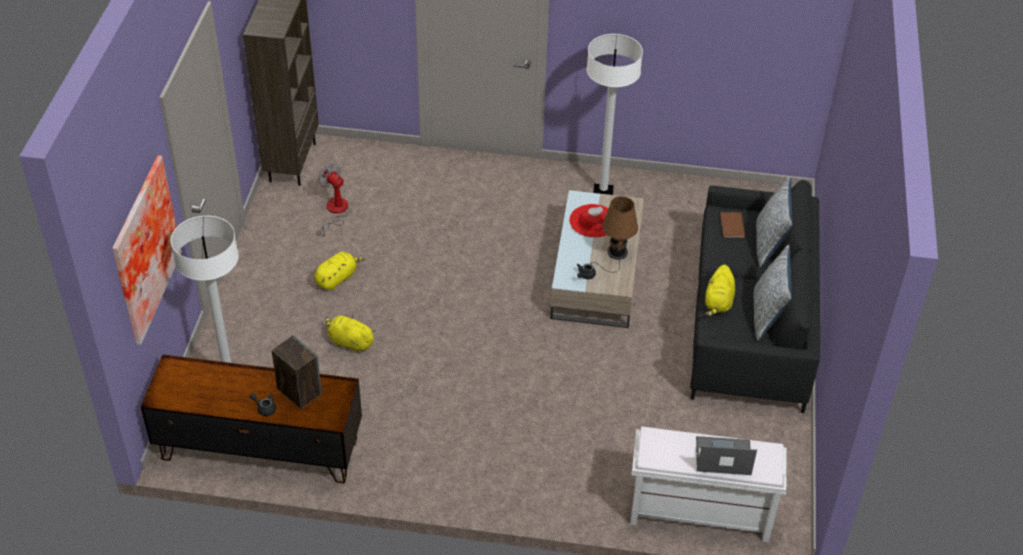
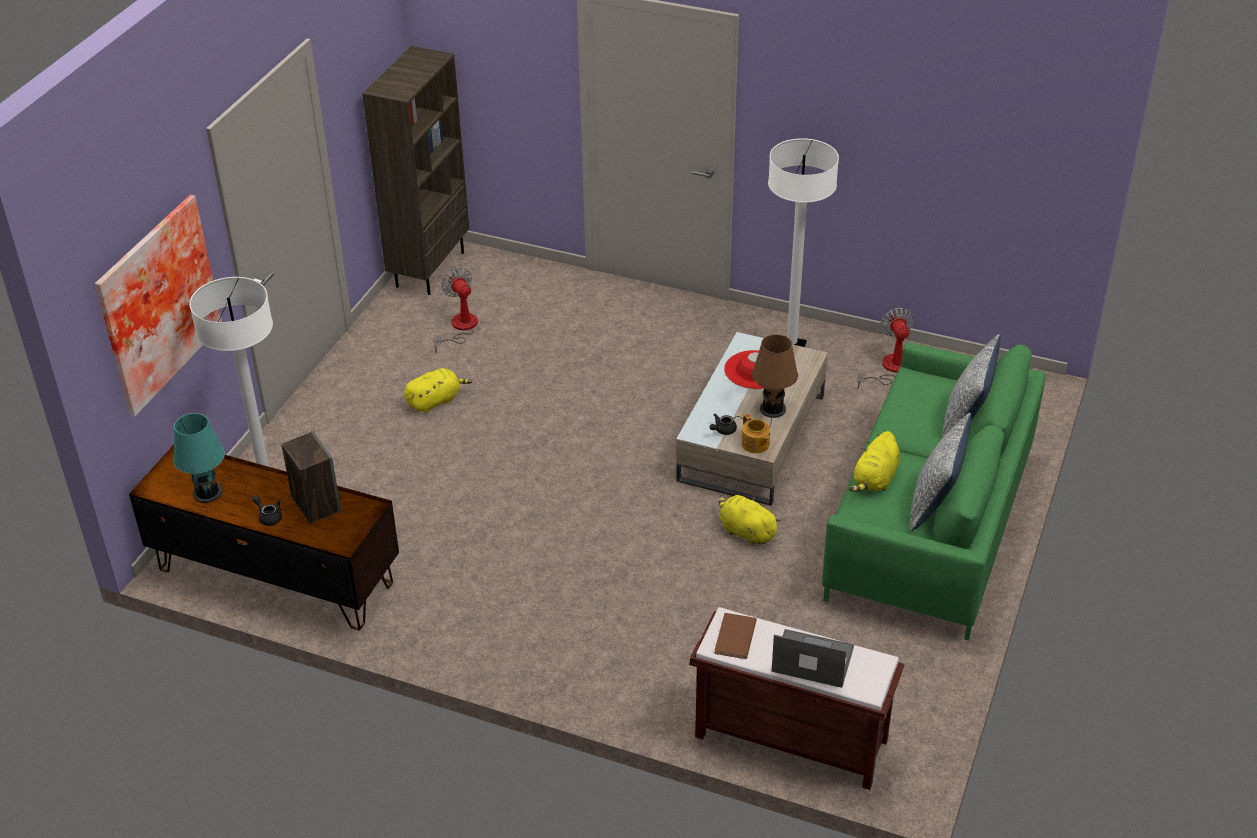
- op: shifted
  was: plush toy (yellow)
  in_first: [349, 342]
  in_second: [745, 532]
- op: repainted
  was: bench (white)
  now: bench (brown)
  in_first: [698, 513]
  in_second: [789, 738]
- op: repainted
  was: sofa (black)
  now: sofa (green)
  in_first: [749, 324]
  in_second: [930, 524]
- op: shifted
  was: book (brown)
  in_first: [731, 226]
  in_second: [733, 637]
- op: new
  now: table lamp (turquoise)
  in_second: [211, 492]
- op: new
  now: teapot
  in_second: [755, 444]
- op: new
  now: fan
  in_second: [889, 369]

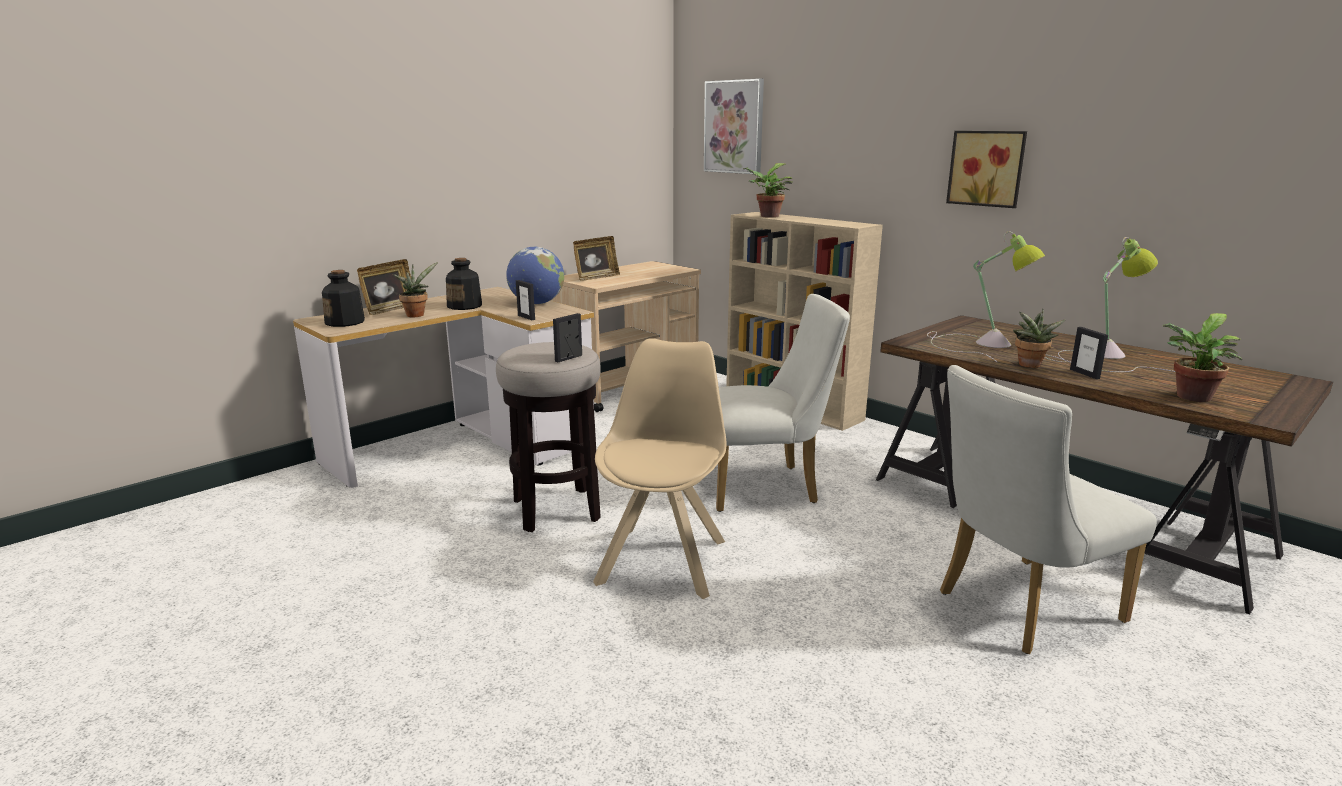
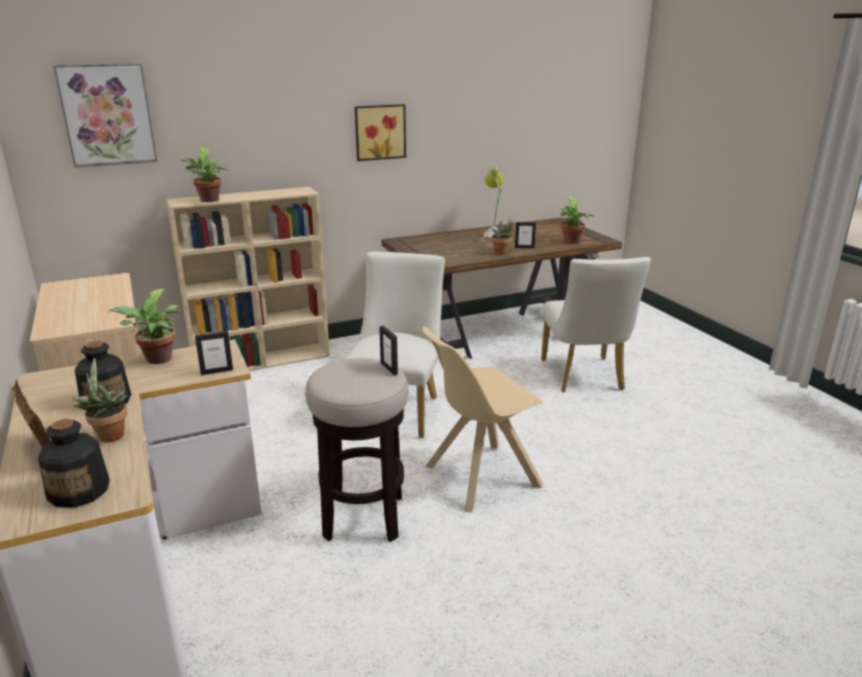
- op: swapped
  was: globe
  now: potted plant
  in_first: [537, 303]
  in_second: [156, 360]
- op: gone
  was: picture frame
  in_first: [596, 277]
- op: rotated
  was: chair (beige)
  in_first: [663, 559]
  in_second: [479, 477]
  clockwise: -60
- op: gone
  was: table lamp
  in_first: [979, 343]

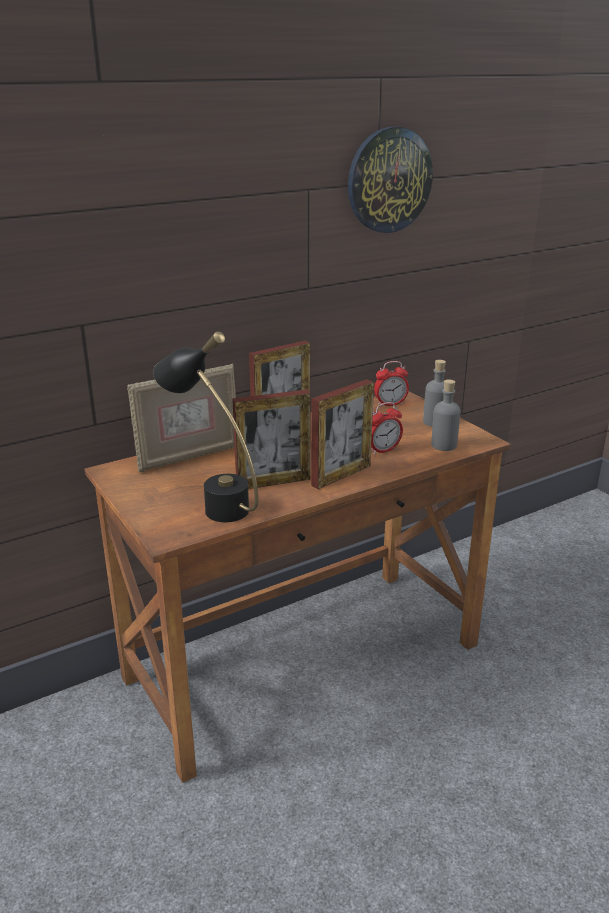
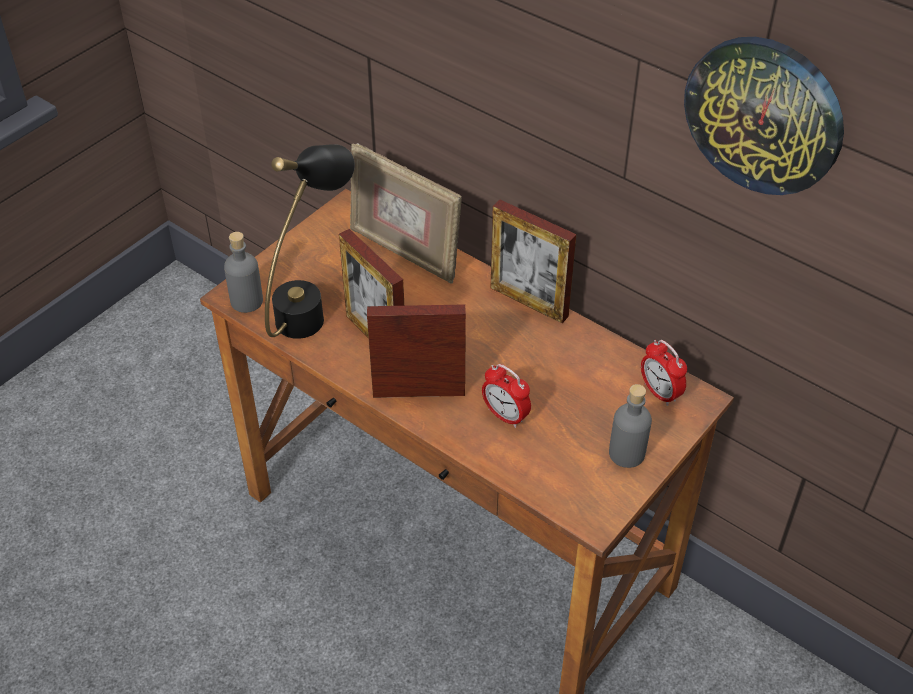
- op: rotated
  was: picture frame
  in_first: [341, 475]
  in_second: [419, 392]
  clockwise: 150
- op: shifted
  was: bottle (grey)
  in_first: [444, 445]
  in_second: [247, 301]

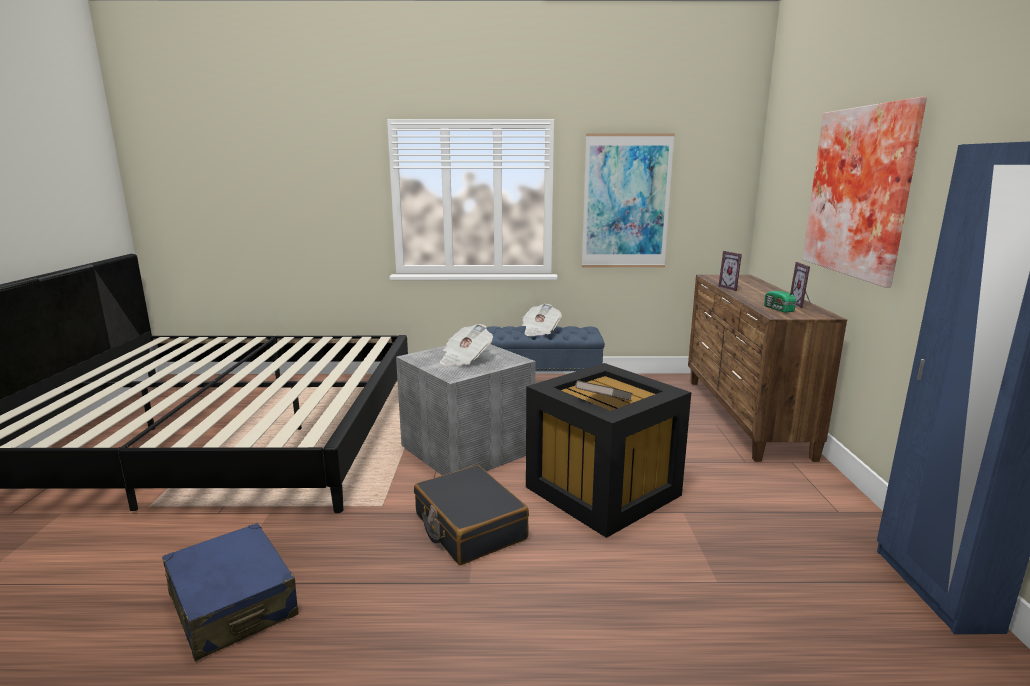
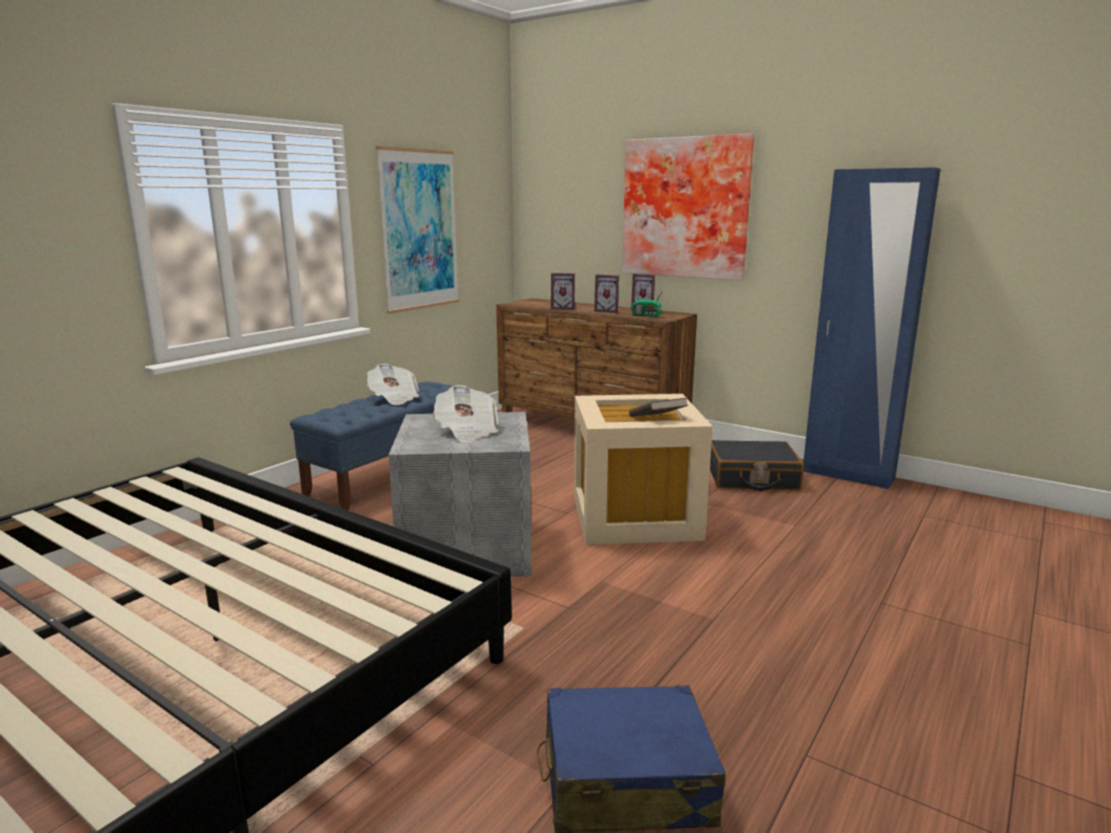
- op: shifted
  was: suitcase (black)
  in_first: [469, 527]
  in_second: [752, 478]
- op: repainted
  was: storage box (black)
  now: storage box (beige)
  in_first: [602, 492]
  in_second: [637, 518]
- op: new
  now: picture frame
  in_second: [608, 311]

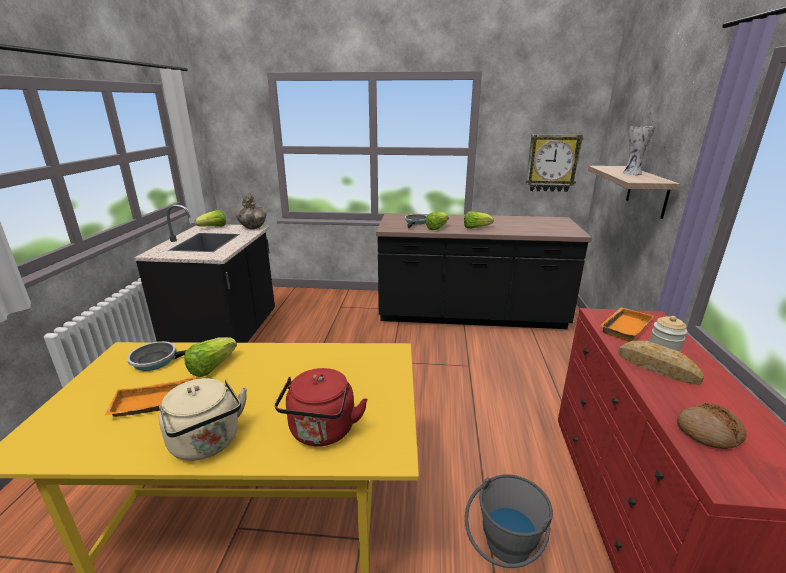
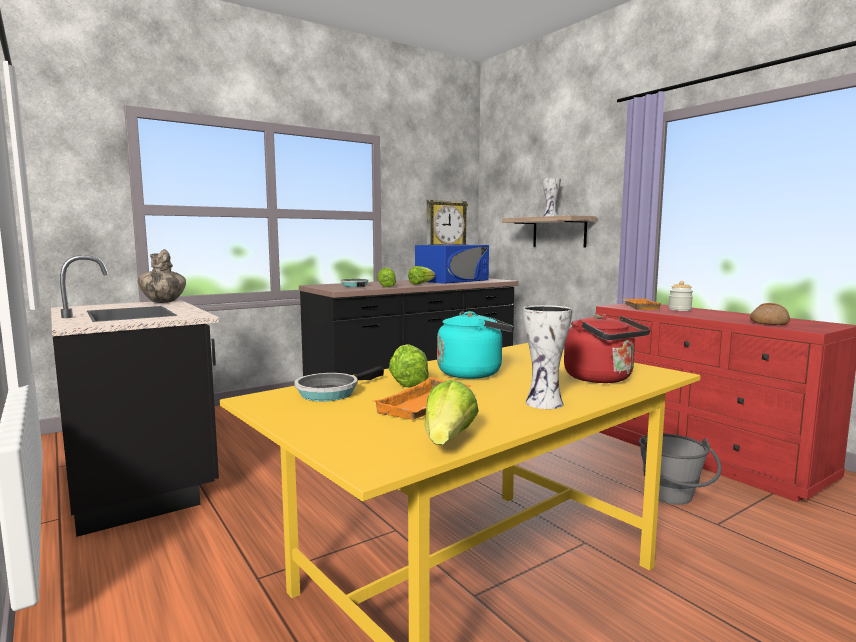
- op: swapped
  was: kettle (beige)
  now: vase
  in_first: [207, 443]
  in_second: [545, 403]
- op: shifted
  was: lettuce
  in_first: [213, 227]
  in_second: [448, 440]
- op: gone
  was: bread
  in_first: [657, 367]
- op: new
  now: microwave (blue)
  in_second: [452, 280]
- op: new
  now: kettle (turquoise)
  in_second: [473, 373]

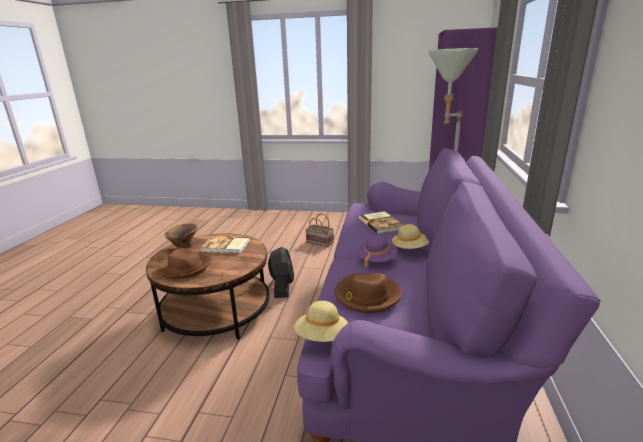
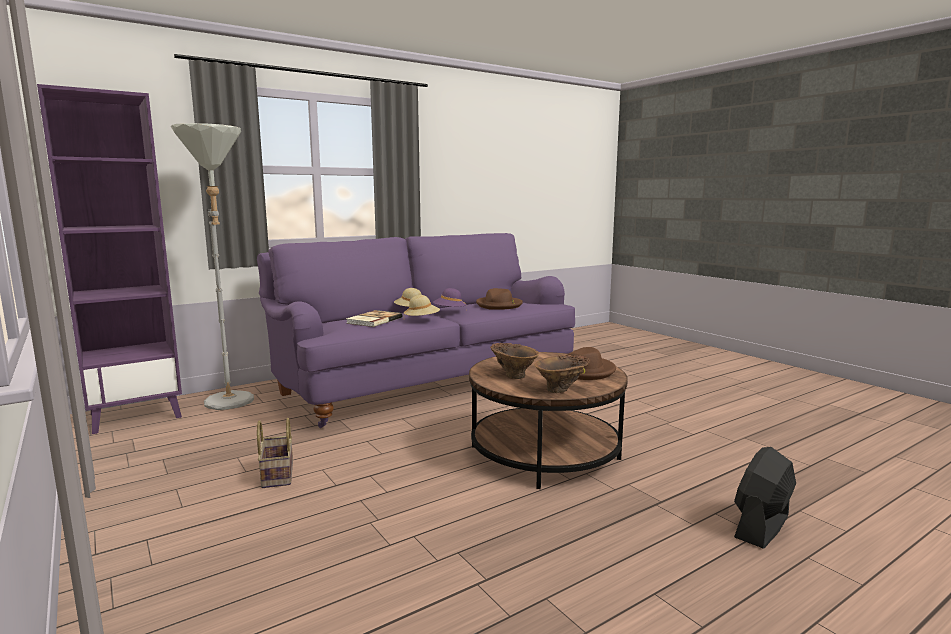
- op: swapped
  was: book
  now: vase (brown)
  in_first: [226, 246]
  in_second: [513, 375]
- op: shifted
  was: fan (black)
  in_first: [282, 286]
  in_second: [761, 526]
- op: shifted
  was: hat (beige)
  in_first: [322, 337]
  in_second: [422, 320]

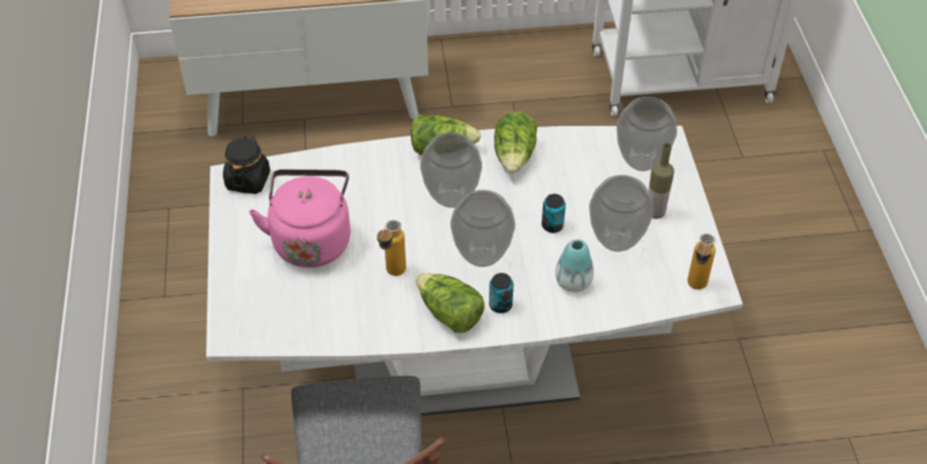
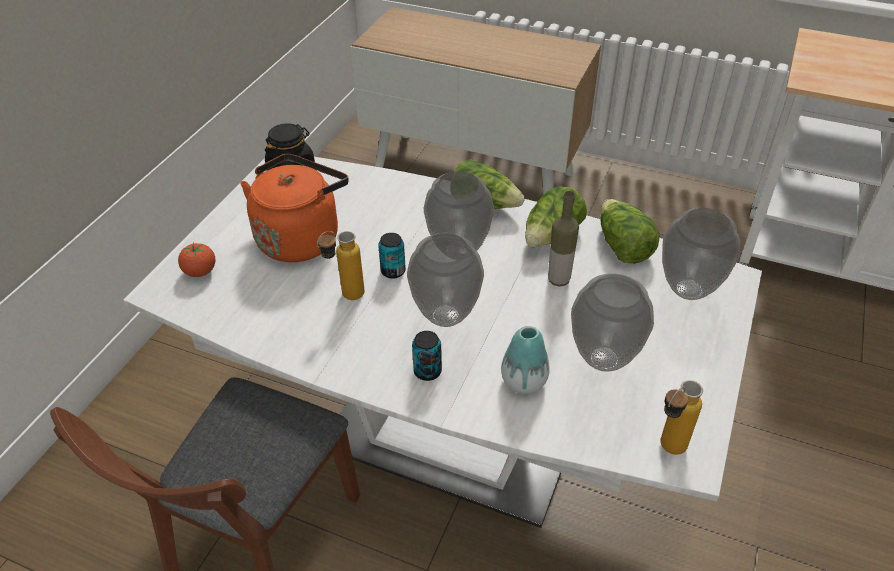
- op: repainted
  was: kettle (pink)
  now: kettle (orange)
  in_first: [311, 239]
  in_second: [301, 237]
- op: shifted
  was: lettuce
  in_first: [449, 314]
  in_second: [622, 246]
- op: shifted
  was: can
  in_first: [552, 225]
  in_second: [393, 271]
- op: shifted
  was: bottle
  in_first: [655, 212]
  in_second: [558, 280]
- op: new
  now: tomato
  in_second: [200, 272]

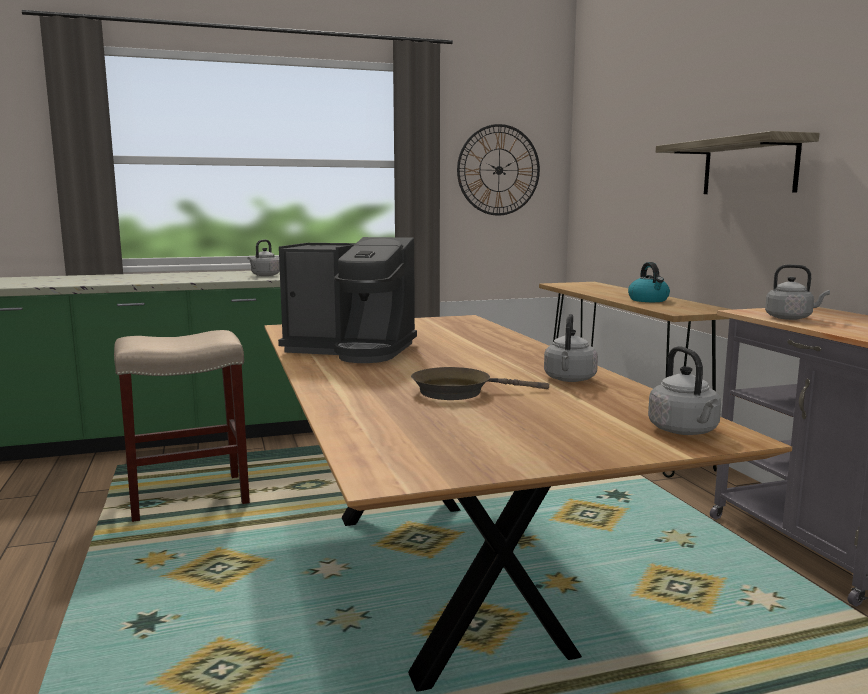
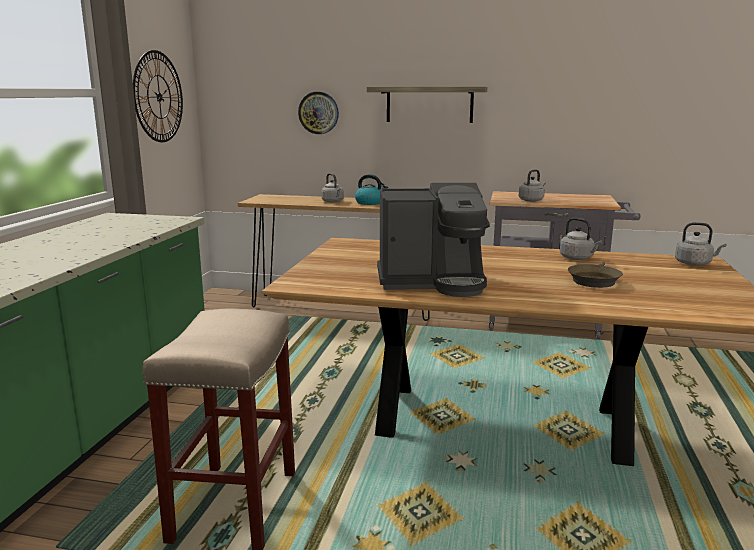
- op: shifted
  was: kettle (grey)
  in_first: [264, 275]
  in_second: [333, 201]
- op: rotated
  was: coffee machine
  in_first: [352, 350]
  in_second: [433, 282]
  clockwise: 45
- op: new
  now: wall clock
  in_second: [318, 113]

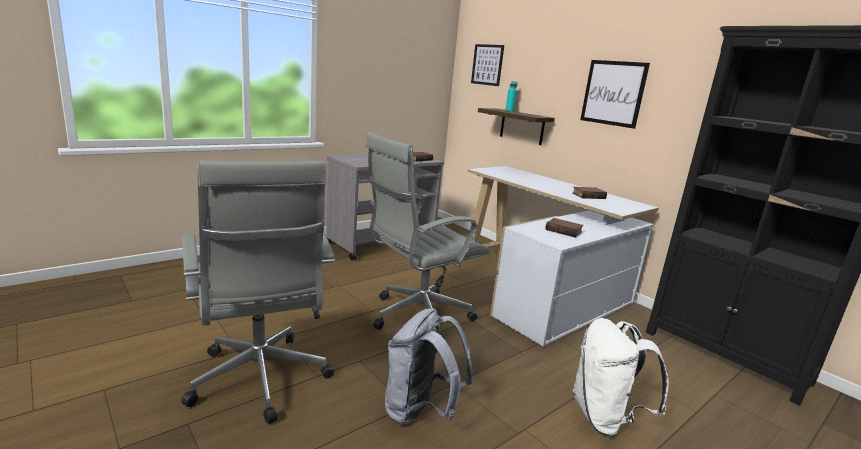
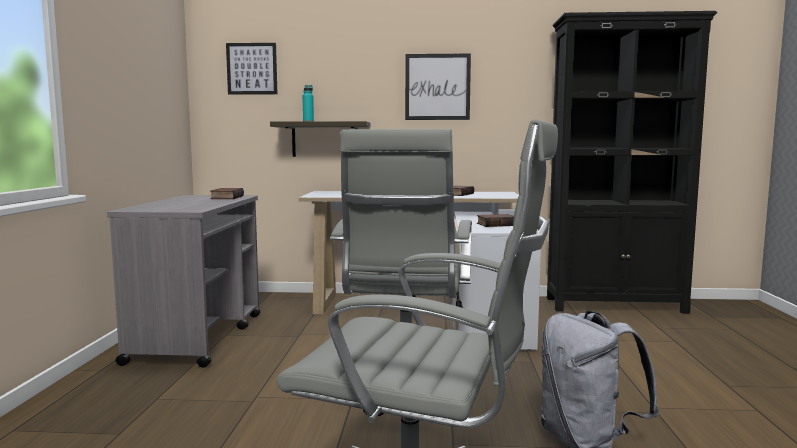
- op: gone
  was: backpack (white)
  in_first: [605, 418]

